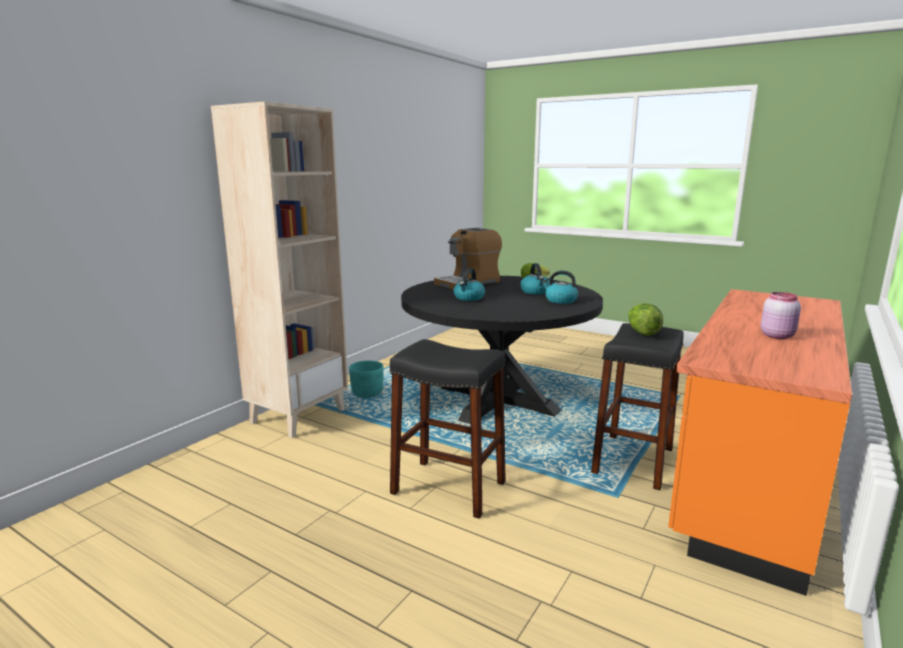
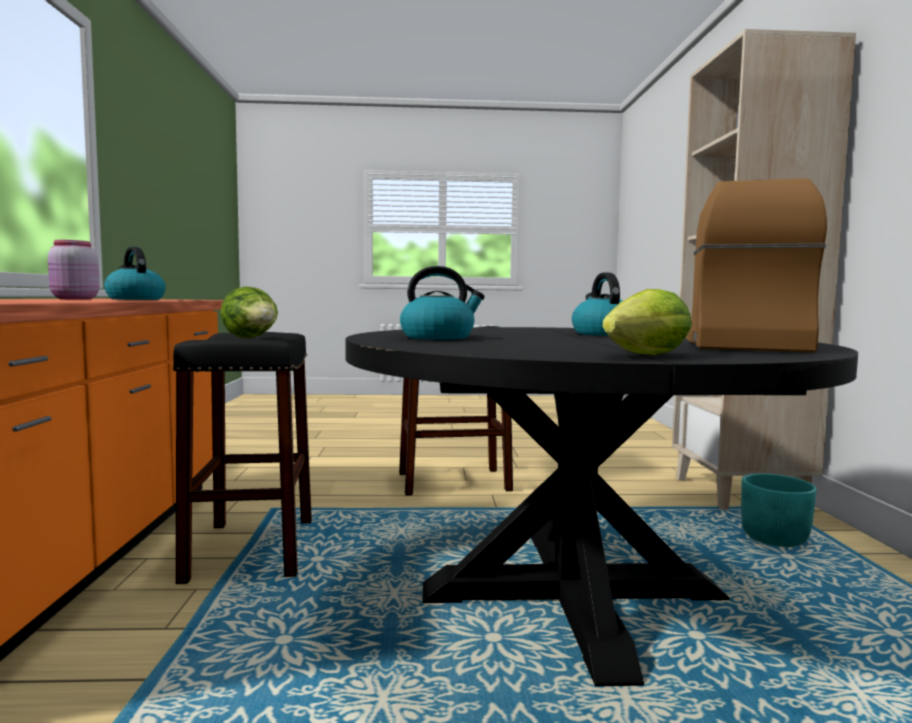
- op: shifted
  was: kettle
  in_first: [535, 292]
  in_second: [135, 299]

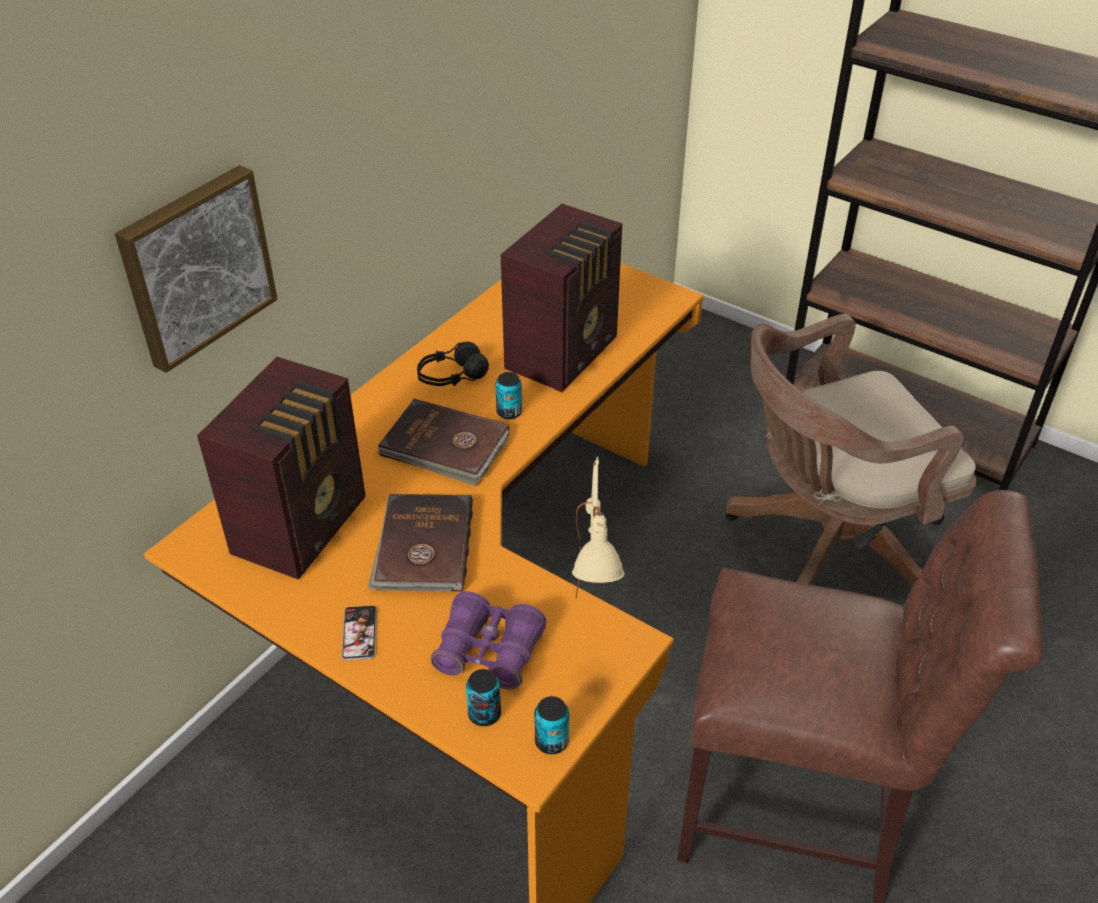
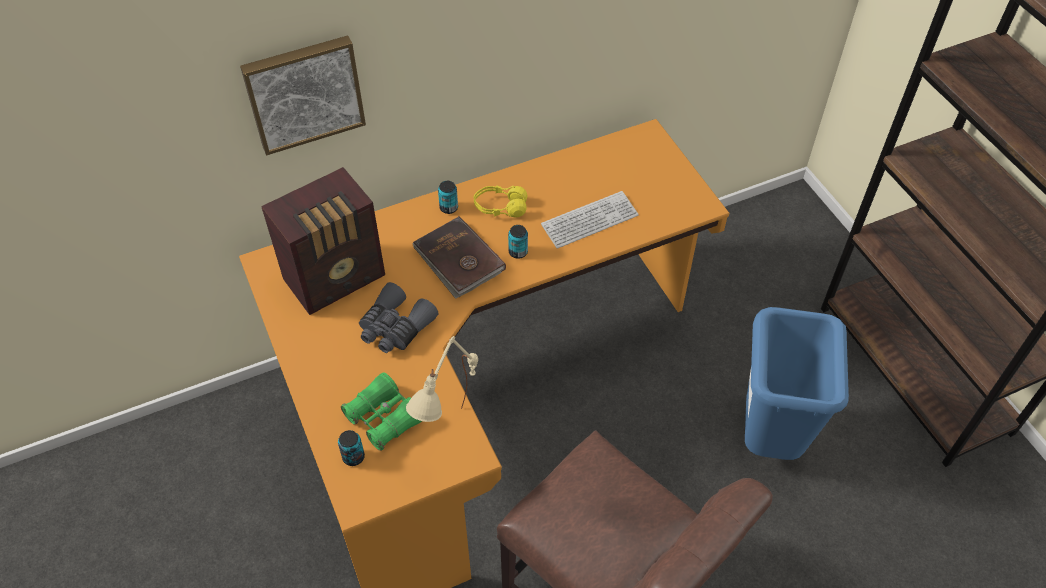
- op: gone
  was: phone
  in_first: [359, 633]
- op: swapped
  was: book (brown)
  now: binoculars (grey)
  in_first: [423, 547]
  in_second: [395, 327]
- op: repainted
  was: headphones (black)
  now: headphones (yellow)
  in_first: [451, 377]
  in_second: [500, 207]
- op: repainted
  was: binoculars (purple)
  now: binoculars (green)
  in_first: [489, 651]
  in_second: [384, 418]
- op: swapped
  was: radio
  now: keyboard
  in_first: [565, 353]
  in_second: [589, 221]
- op: shifted
  was: can
  in_first: [551, 741]
  in_second: [449, 208]
- op: swapped
  was: office chair (brown)
  now: trash can (blue)
  in_first: [826, 548]
  in_second: [768, 438]

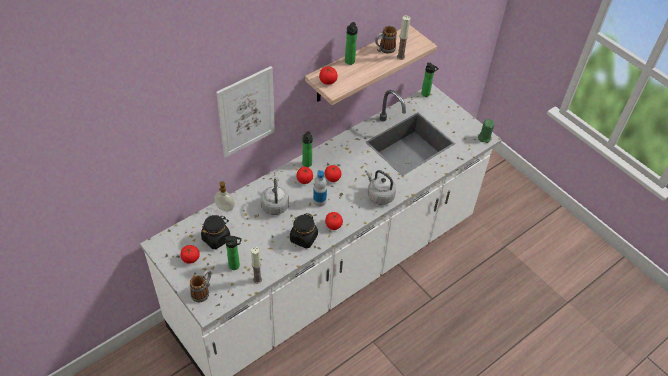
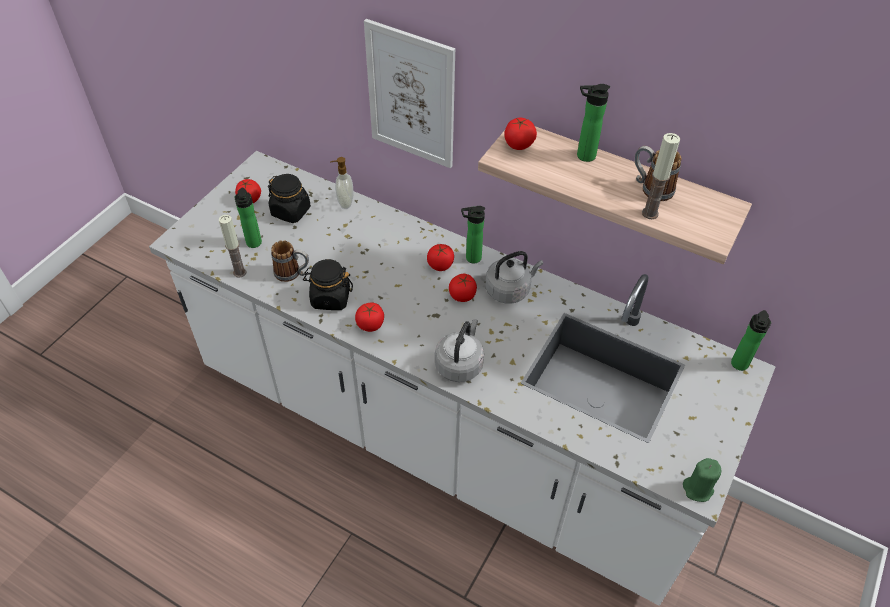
- op: shifted
  was: mug
  in_first: [203, 292]
  in_second: [293, 274]
- op: shifted
  was: kettle (grey)
  in_first: [275, 205]
  in_second: [509, 290]
- op: gone
  was: bottle
  in_first: [319, 201]

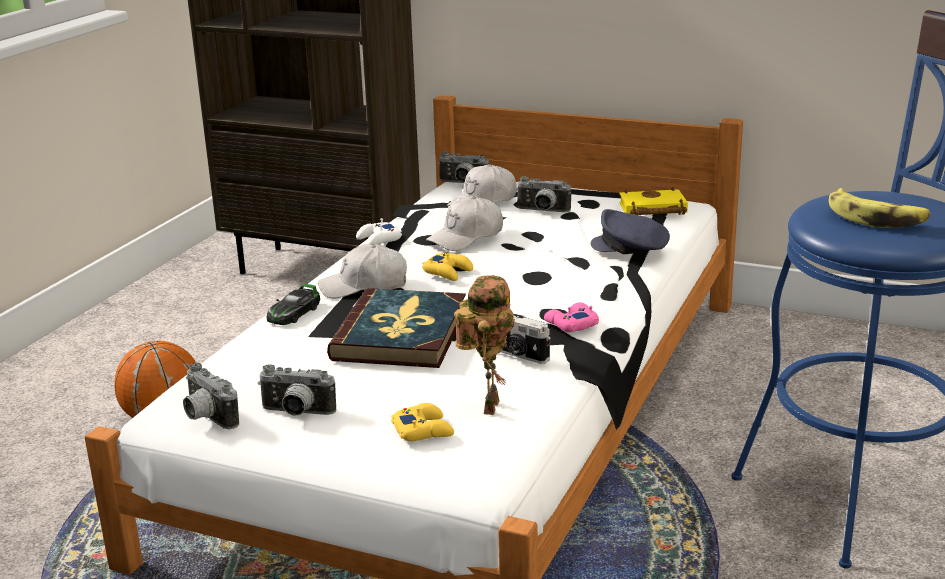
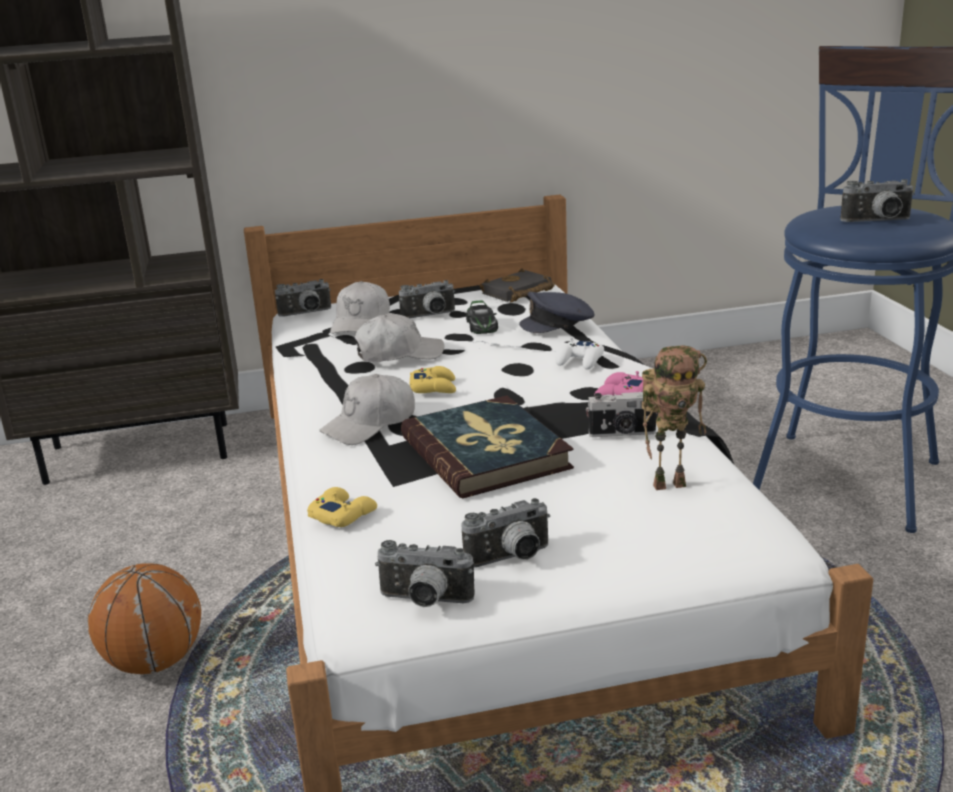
- op: shifted
  was: toy car
  in_first: [294, 312]
  in_second: [481, 325]
- op: shifted
  was: game controller (white)
  in_first: [378, 240]
  in_second: [580, 360]
- op: shifted
  was: game controller (yellow)
  in_first: [423, 430]
  in_second: [342, 514]
- op: rotated
  was: cap (white)
  in_first: [466, 237]
  in_second: [399, 354]
  clockwise: -120
- op: rotated
  was: toy robot
  in_first: [488, 405]
  in_second: [670, 483]
  clockwise: 105
- op: repainted
  was: book (yellow)
  now: book (black)
  in_first: [651, 210]
  in_second: [517, 293]
- op: swapped
  was: banana
  now: photo camera
  in_first: [876, 218]
  in_second: [878, 222]

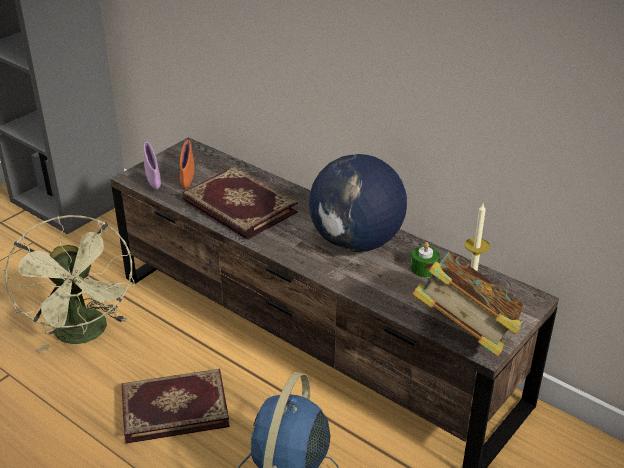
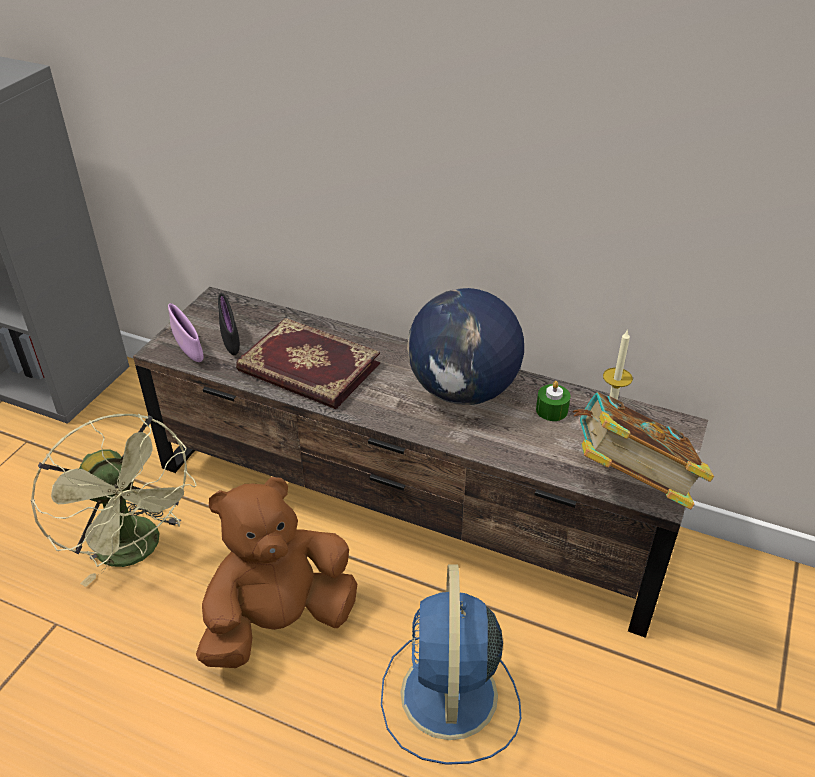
- op: swapped
  was: book
  now: plush toy (brown)
  in_first: [174, 407]
  in_second: [279, 621]
- op: repainted
  was: bowl (orange)
  now: bowl (black)
  in_first: [187, 178]
  in_second: [230, 340]

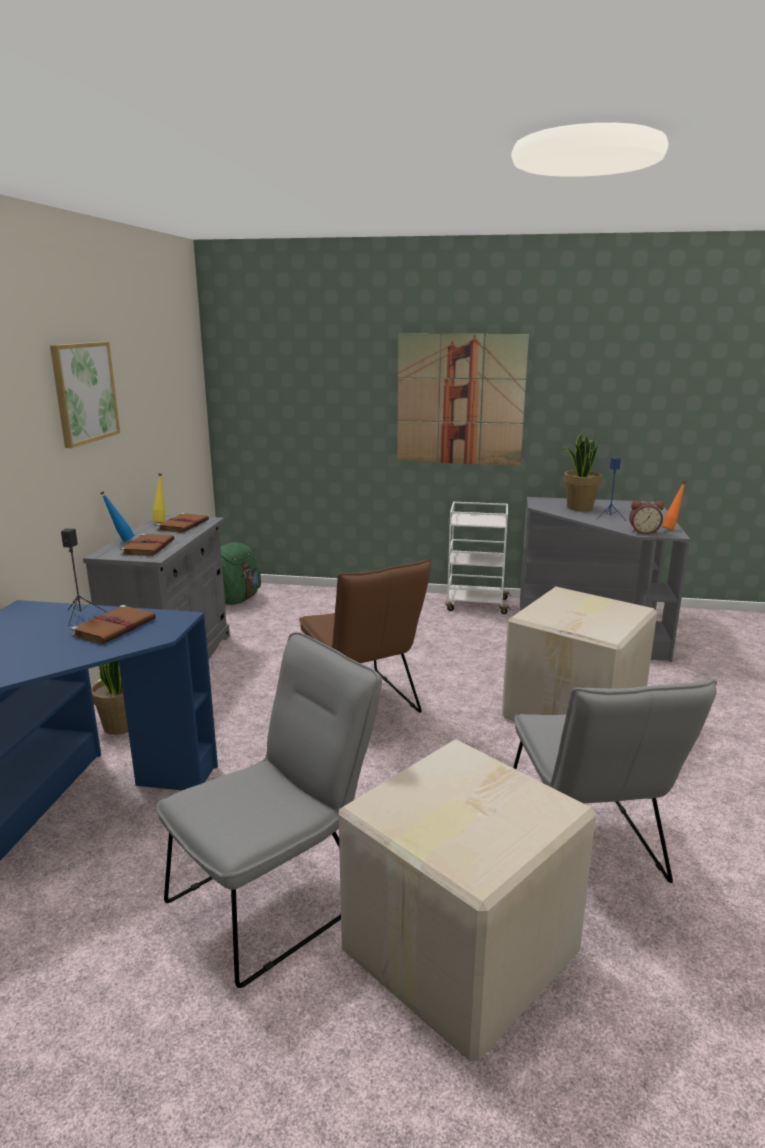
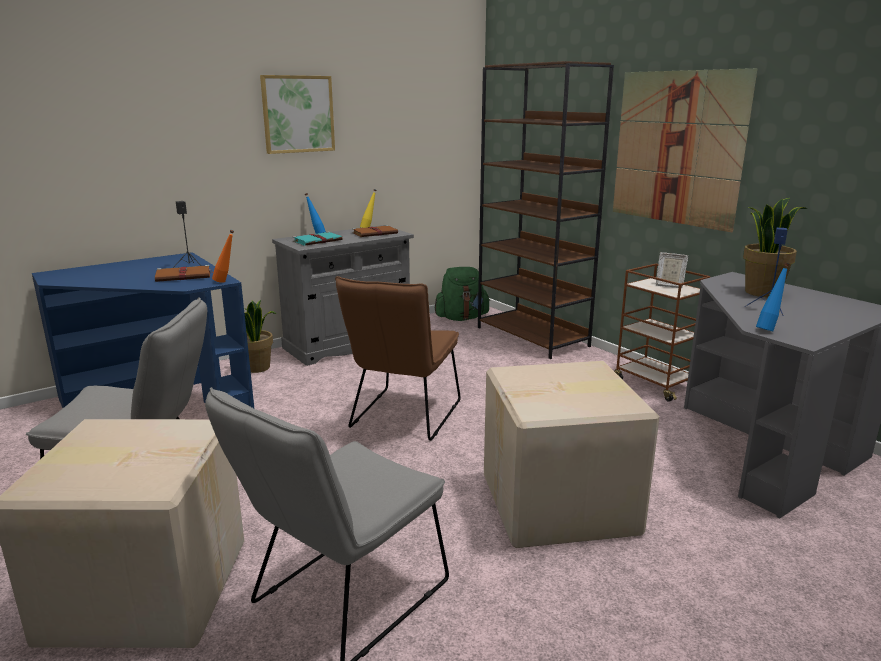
- op: repainted
  was: book (brown)
  now: book (turquoise)
  in_first: [148, 547]
  in_second: [318, 241]
- op: repainted
  was: cart (white)
  now: cart (brown)
  in_first: [475, 604]
  in_second: [655, 384]
- op: swapped
  was: alarm clock
  now: bottle (blue)
  in_first: [643, 532]
  in_second: [768, 329]
- op: shifted
  was: bottle (orange)
  in_first: [671, 529]
  in_second: [226, 282]
- op: new
  now: bookcase (brown)
  in_second: [533, 337]
- op: new
  now: picture frame
  in_second: [669, 285]

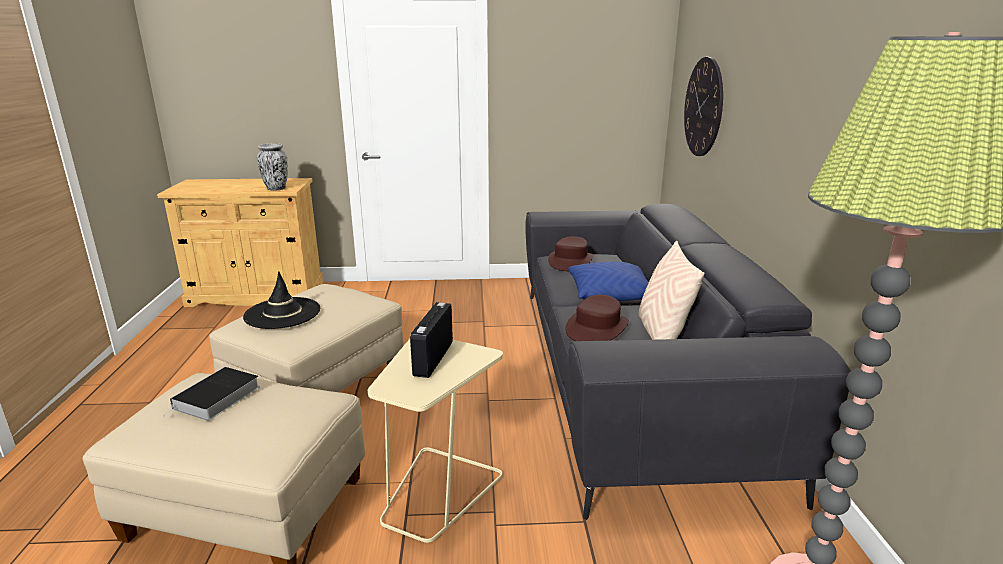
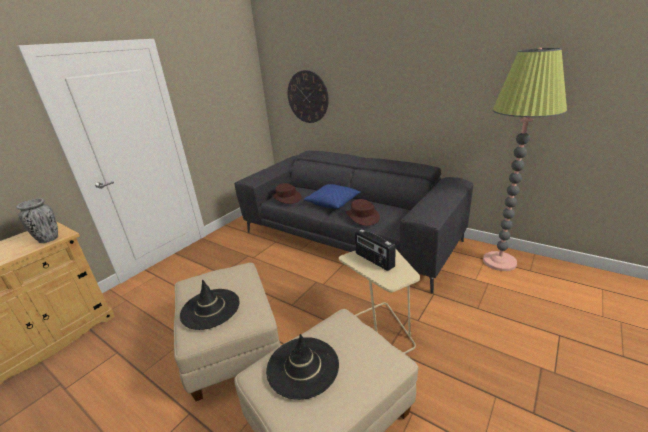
- op: swapped
  was: book
  now: hat (black)
  in_first: [216, 399]
  in_second: [302, 367]
- op: gone
  was: pillow (beige)
  in_first: [661, 335]

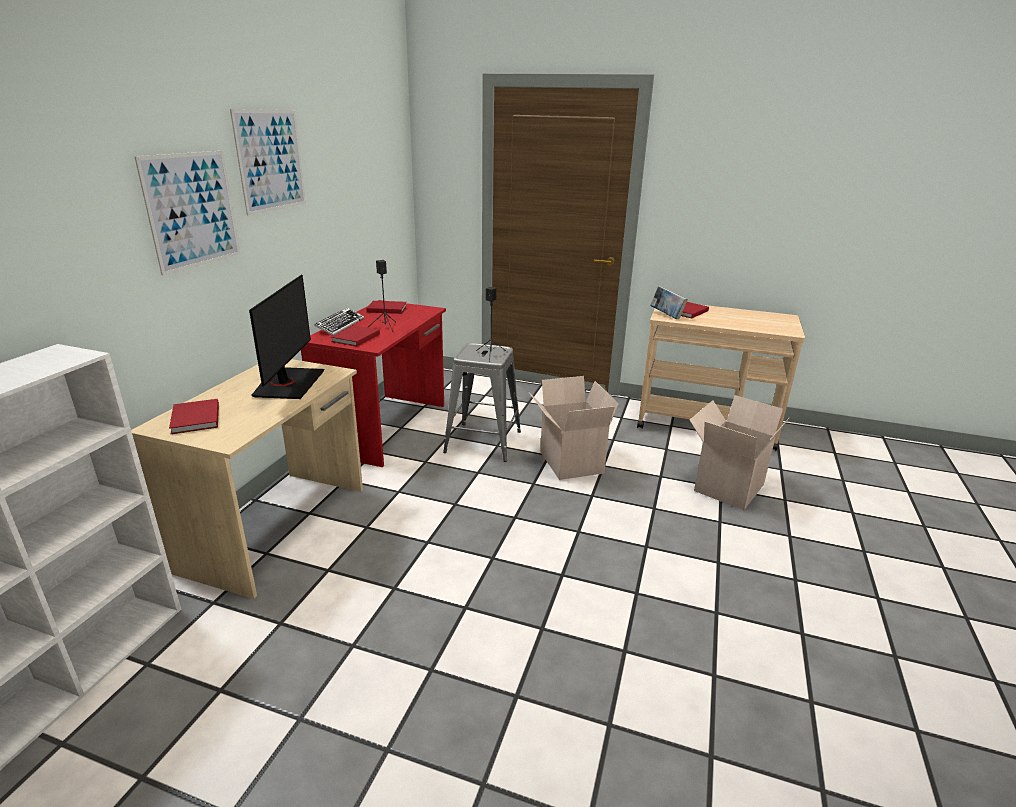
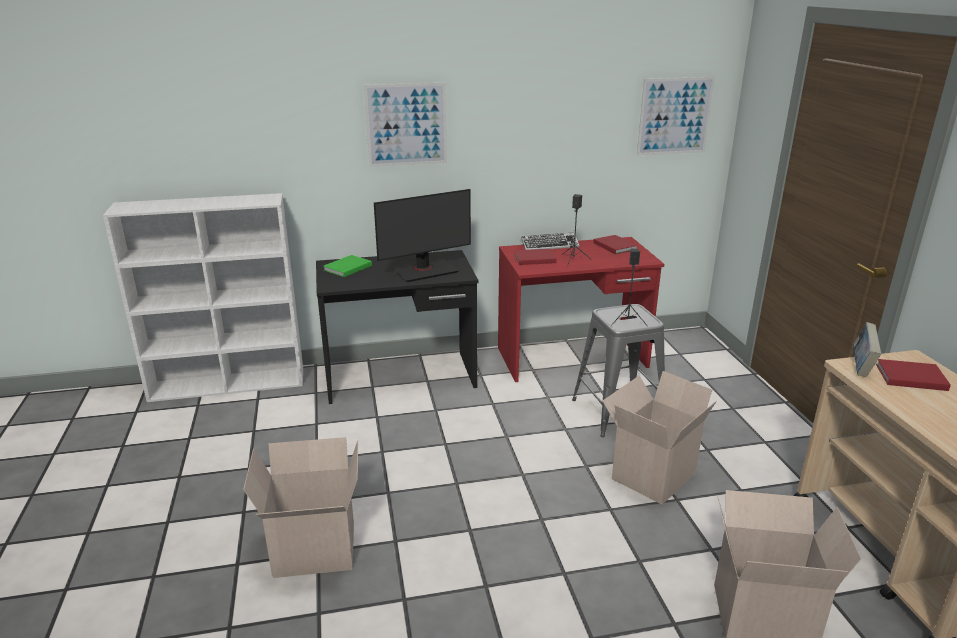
- op: repainted
  was: desk (beige)
  now: desk (black)
  in_first: [278, 527]
  in_second: [400, 377]
- op: repainted
  was: book (red)
  now: book (green)
  in_first: [194, 419]
  in_second: [346, 268]
- op: shifted
  was: picture
  in_first: [271, 161]
  in_second: [674, 116]
- op: new
  now: cardboard box
  in_second: [313, 552]

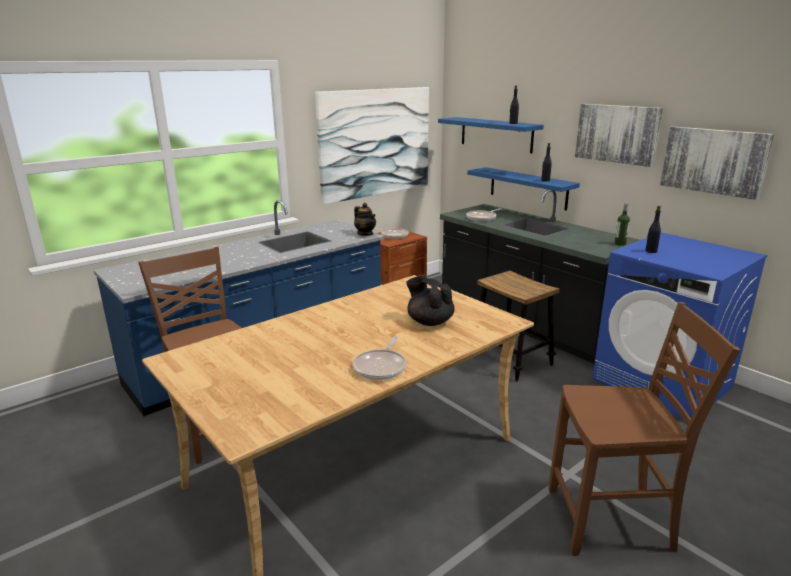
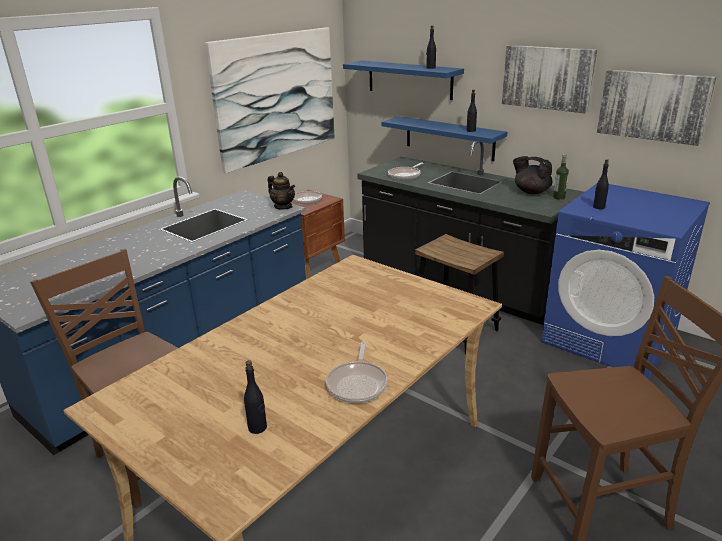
- op: shifted
  was: teapot (black)
  in_first: [429, 322]
  in_second: [531, 192]
- op: new
  now: bottle (black)
  in_second: [258, 427]

